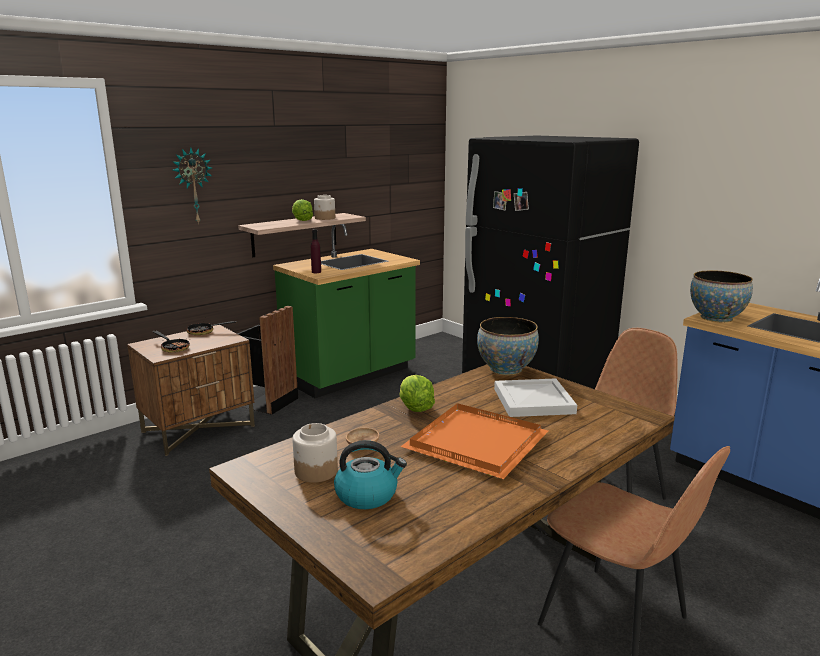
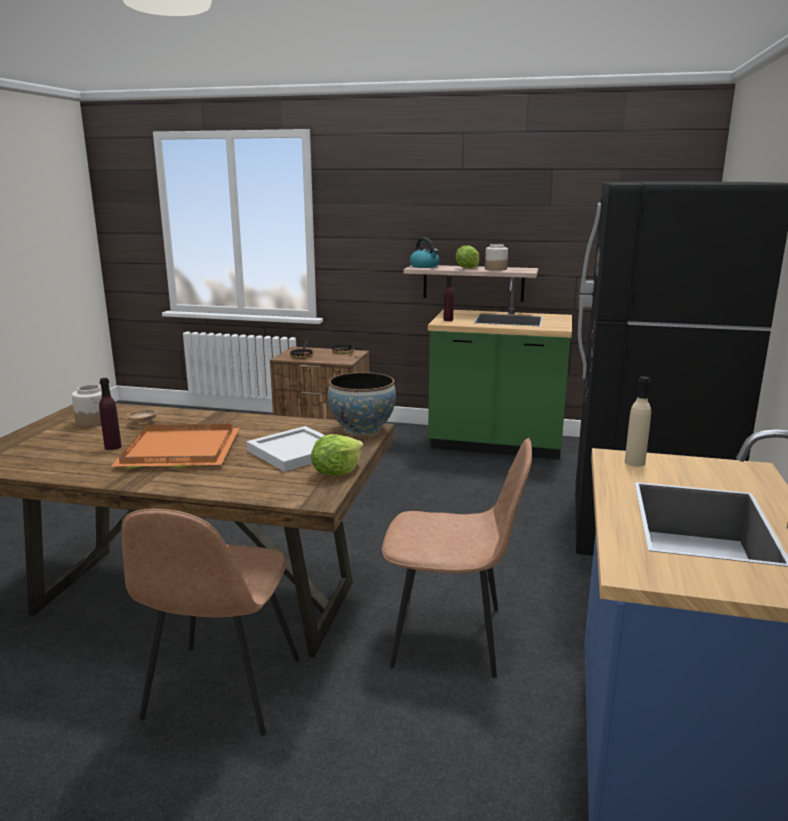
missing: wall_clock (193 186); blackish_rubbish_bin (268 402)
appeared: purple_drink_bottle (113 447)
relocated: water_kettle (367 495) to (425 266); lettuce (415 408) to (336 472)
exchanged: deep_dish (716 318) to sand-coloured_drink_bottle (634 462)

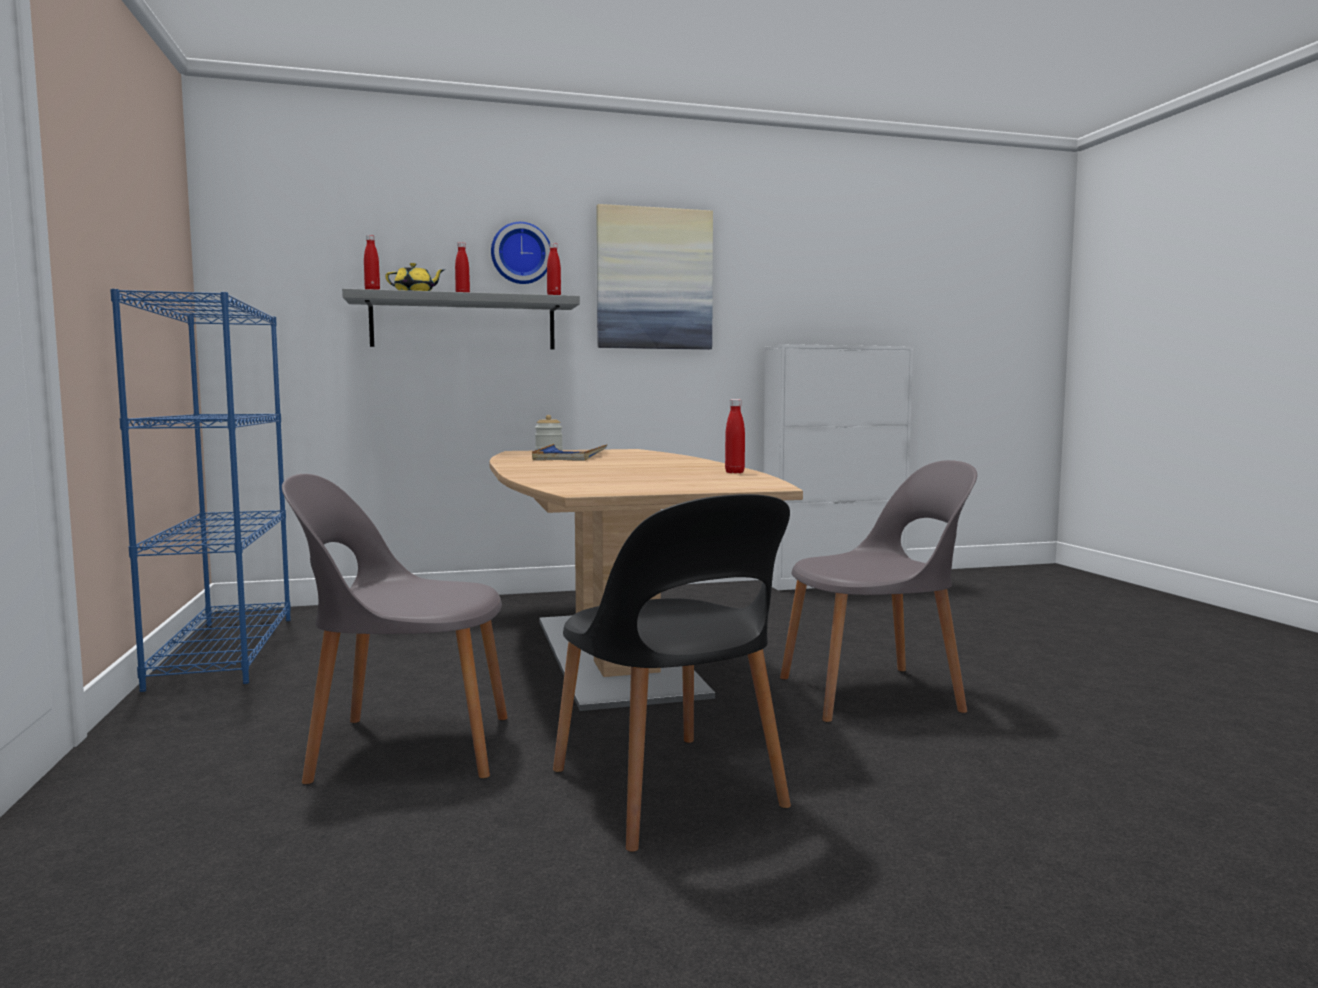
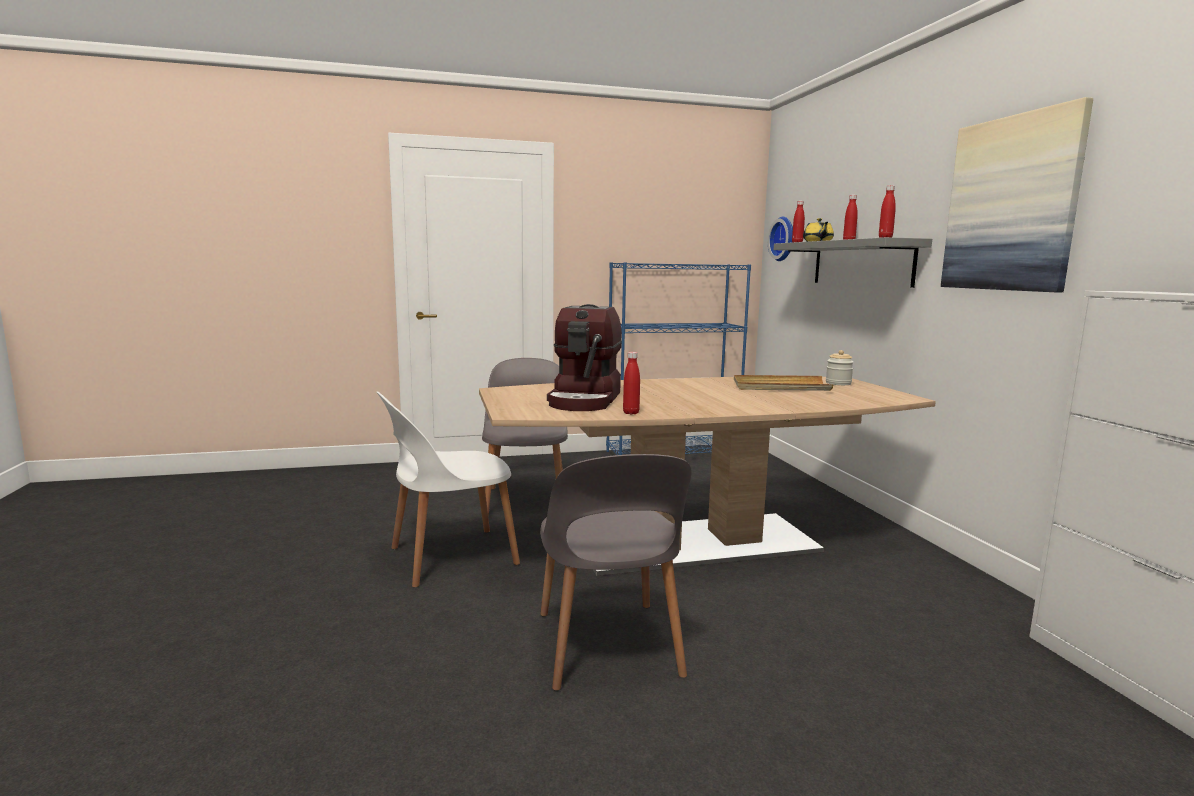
appeared: coffee_machine (585 400)
relocated: wall_clock (521 253) to (784 239)
colour: bluish_carrying_tray (569 457) to sand-coloured_carrying_tray (780 387); blackish_plain_chair (668 792) to whitish_plain_chair (449 557)

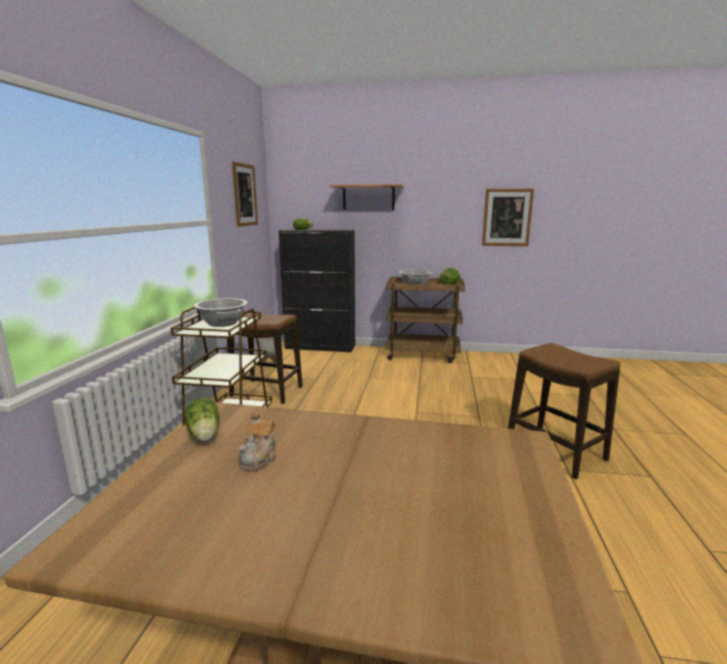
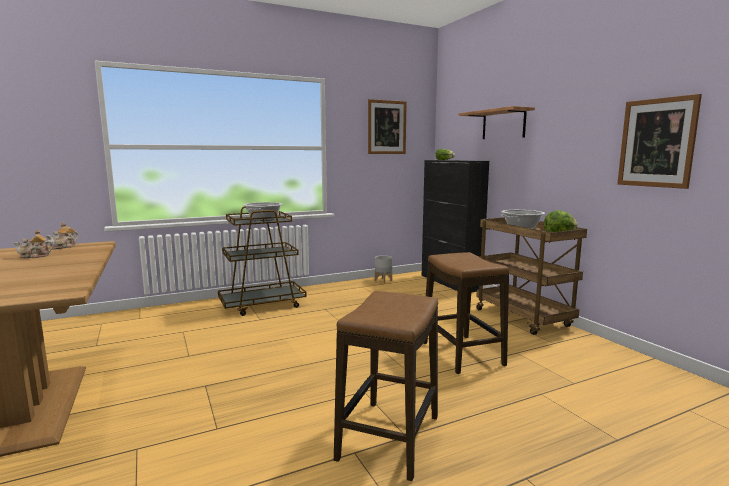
relocated: stool (266 392) to (462 354)
exchanged: lettuce (204 435) to pot_for_tea (64 247)

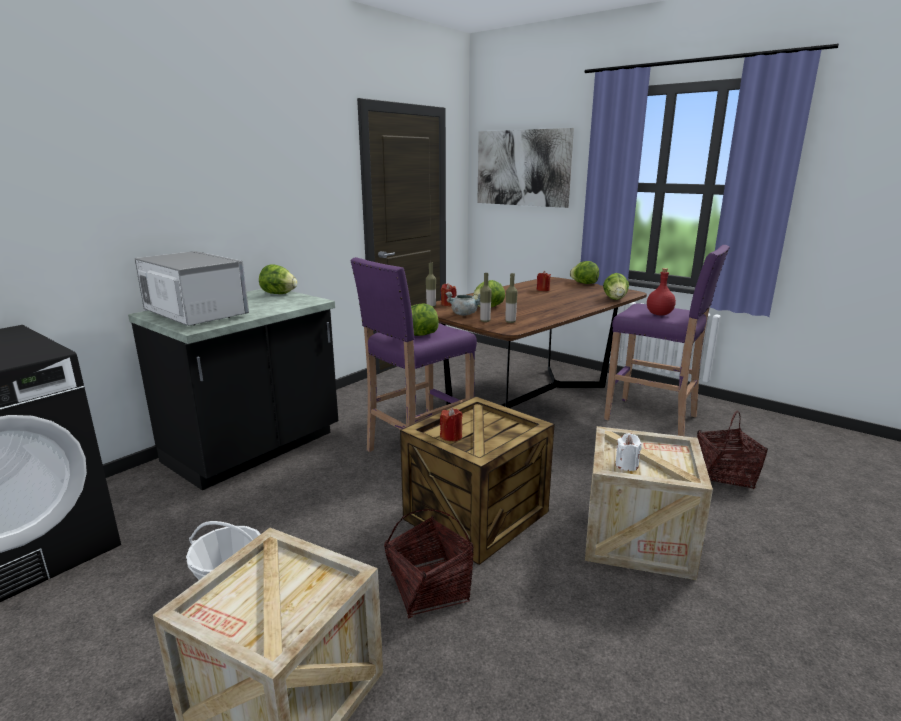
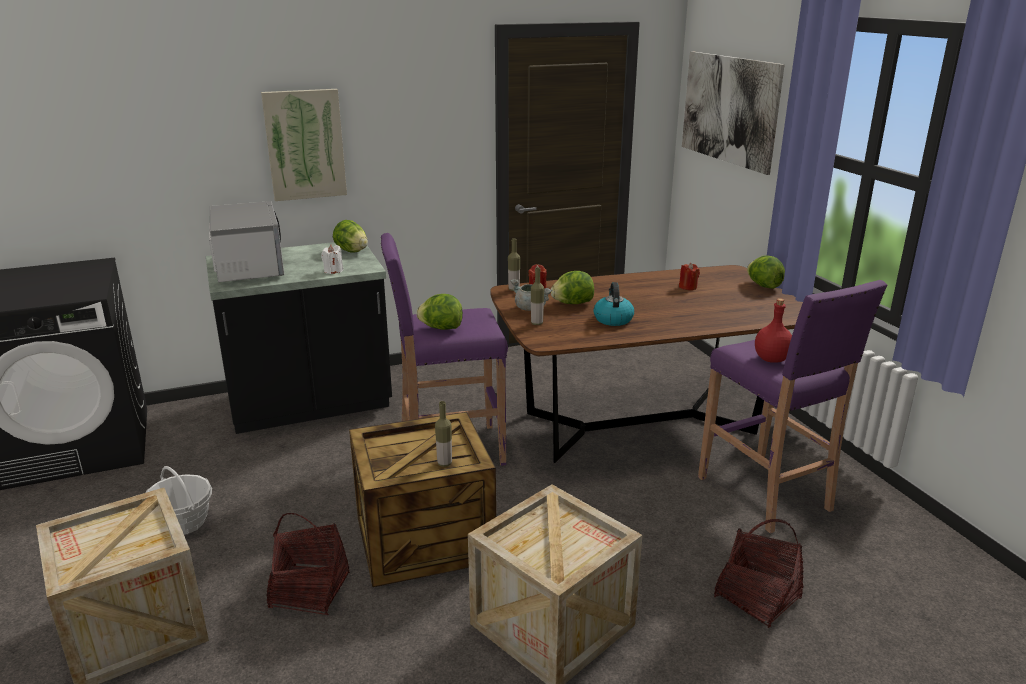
missing: reddish_wax_light (451 436); lettuce (615 299)
appeared: picture (305 144); water_kettle (613 319)
relocated: drink_bottle (510 322) to (444 463); whitish_wax_light (626 465) to (333 271)

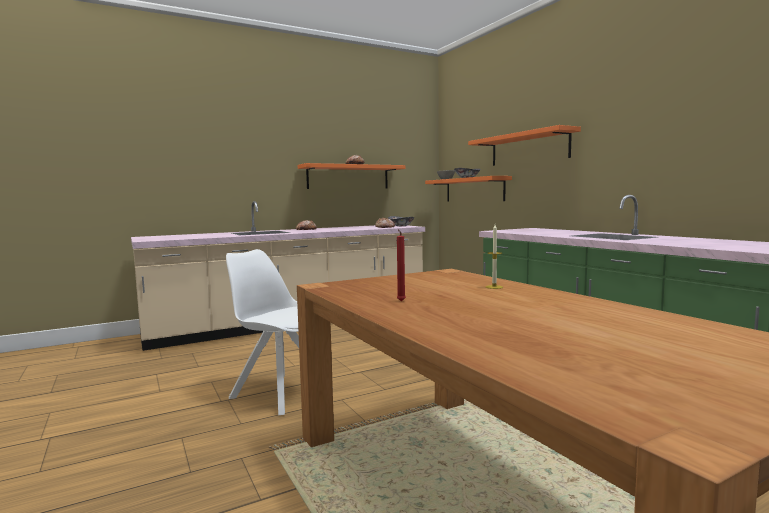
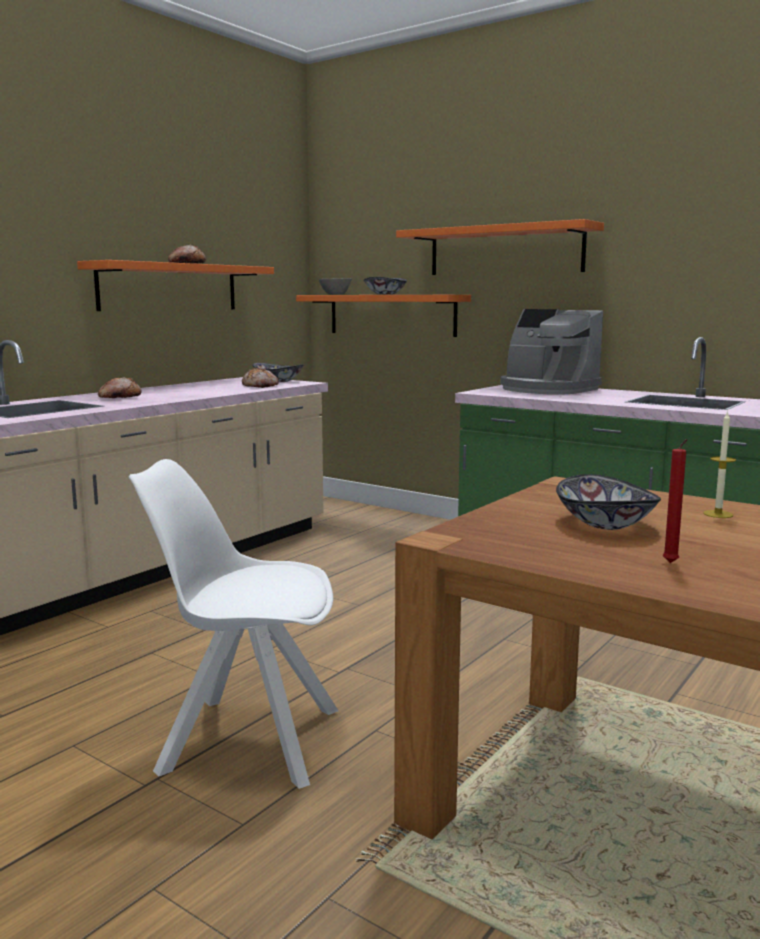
appeared: coffee_machine (547 389); deep_dish (603 524)

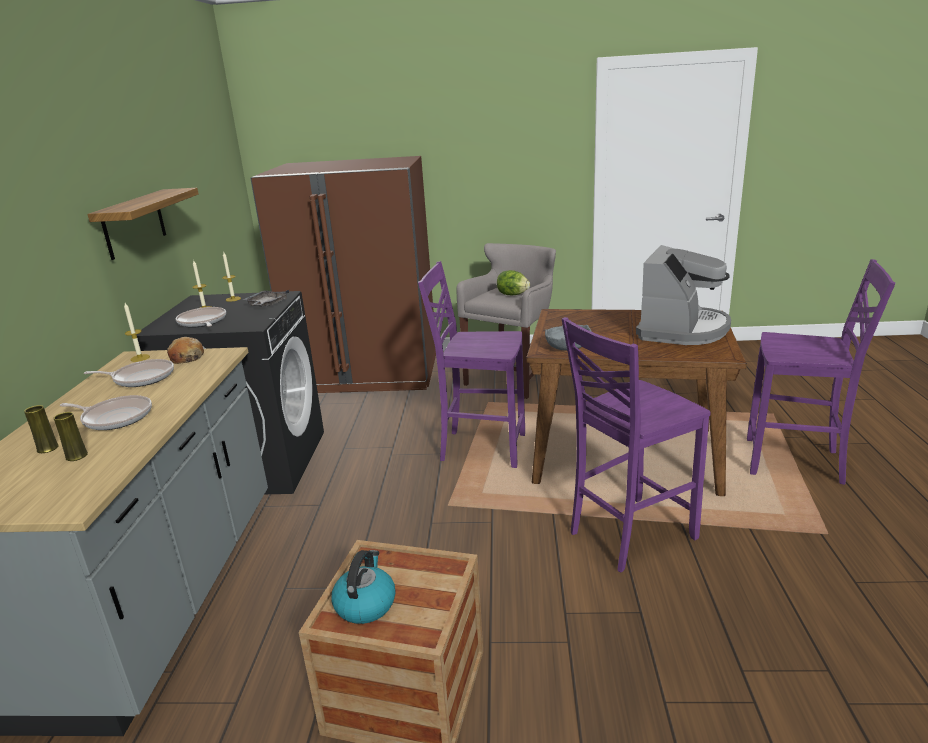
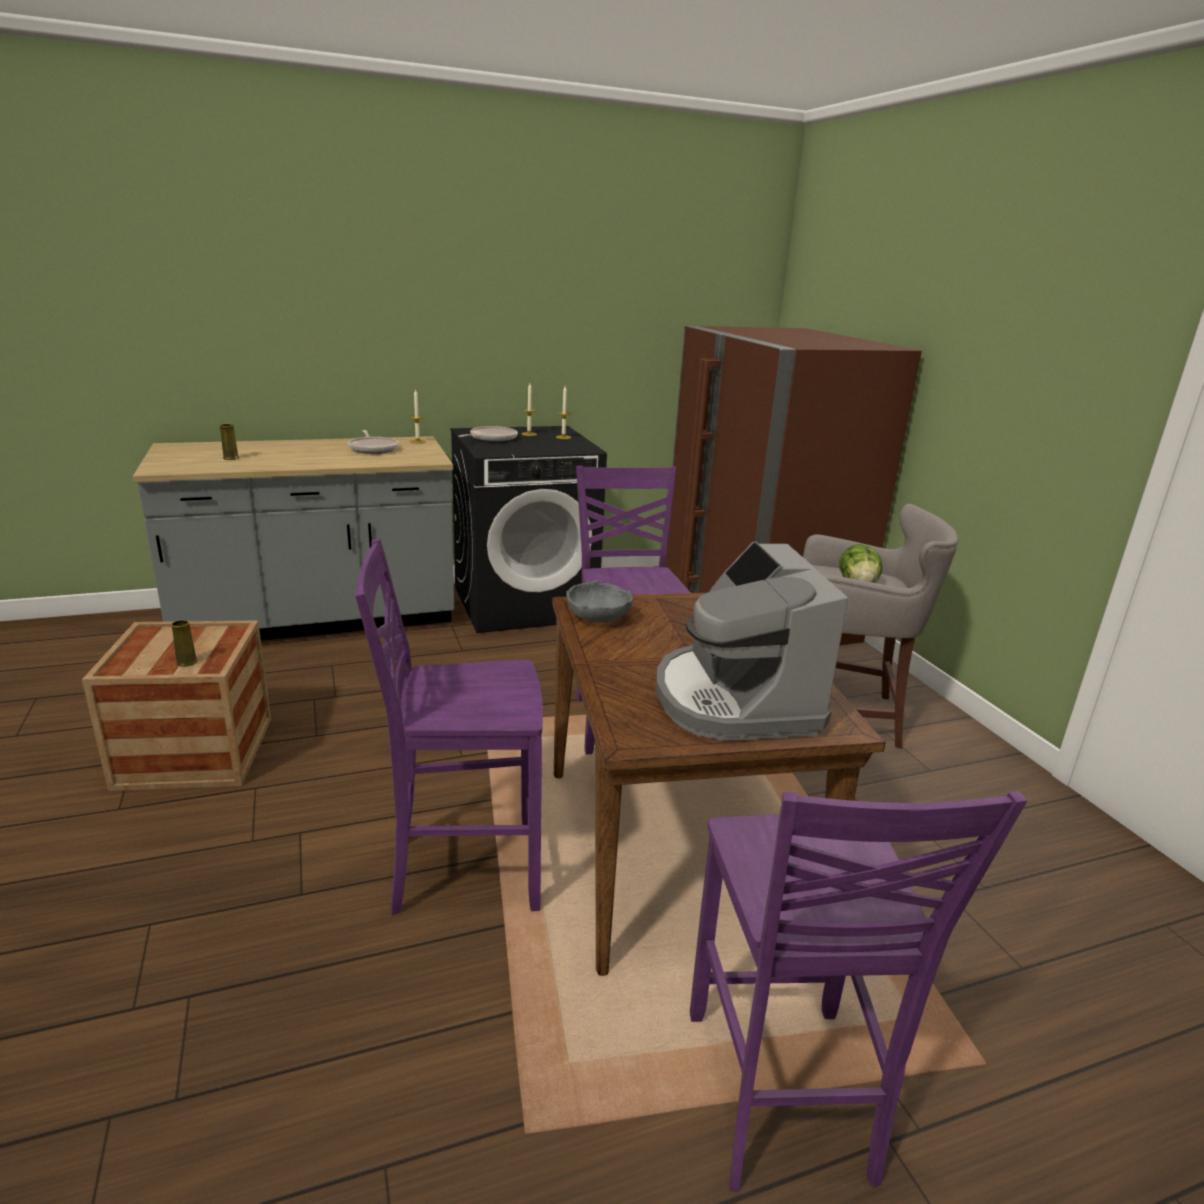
missing: frying_pan (115 417); wall_shelf (134 223); bakery_bread (186 357); greyish_carrying_tray (266 304); water_kettle (365 604)
relocated: yellow_flower_vase (48 448) to (187 662)
spun: purple_plain_chair (628 535) = (462 870) 45 degrees counterclockwise; coffee_machine (682 330) = (735 699) 75 degrees clockwise

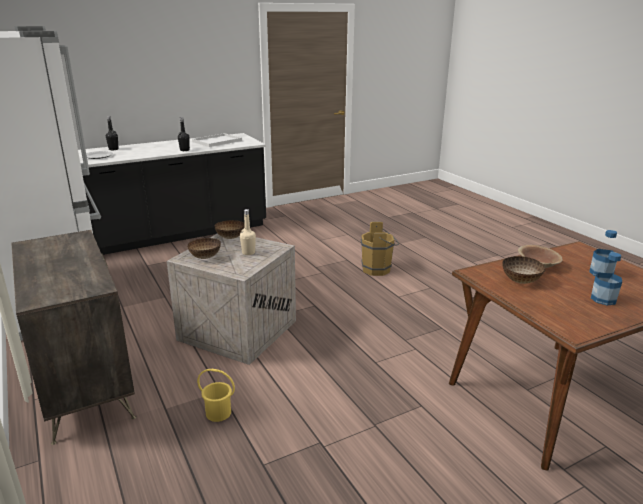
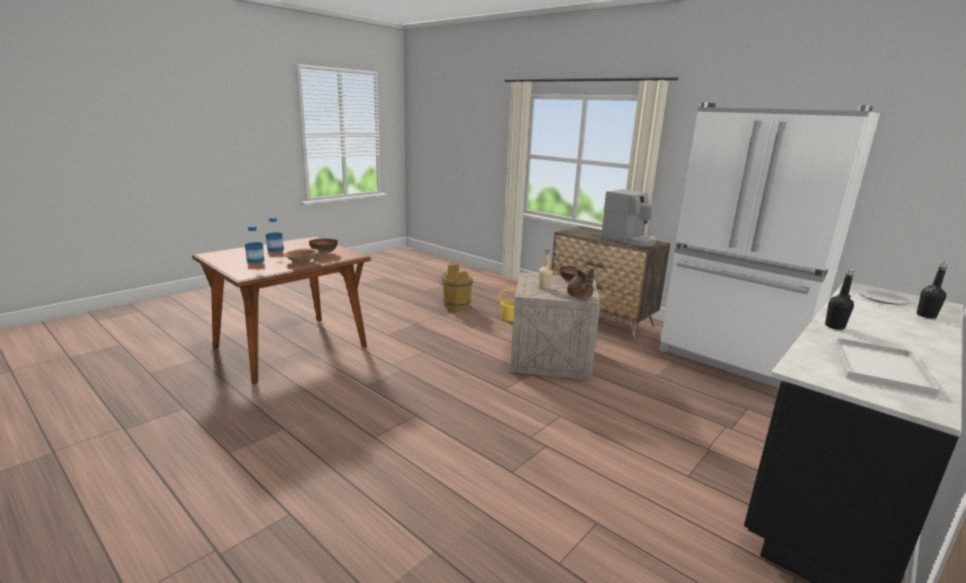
appeared: coffee_machine (629 240)
relocated: brown_water_bucket (378 269) to (454 306)
exchanged: deep_dish (231 237) to brown_pot_for_tea (579 297)

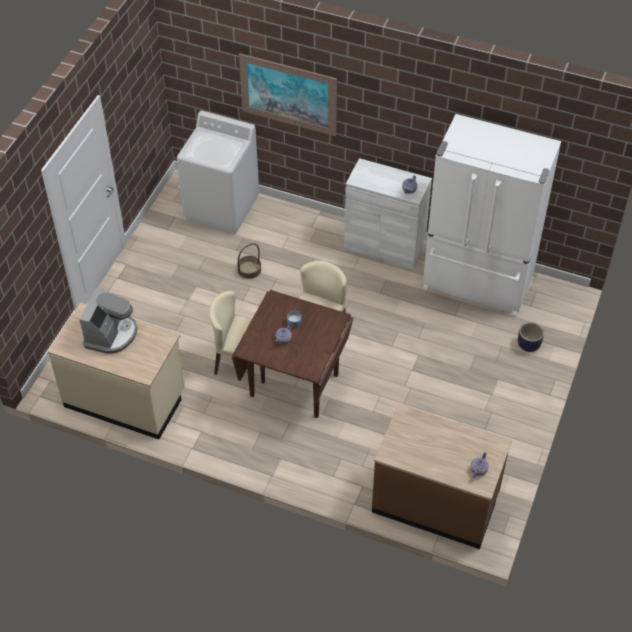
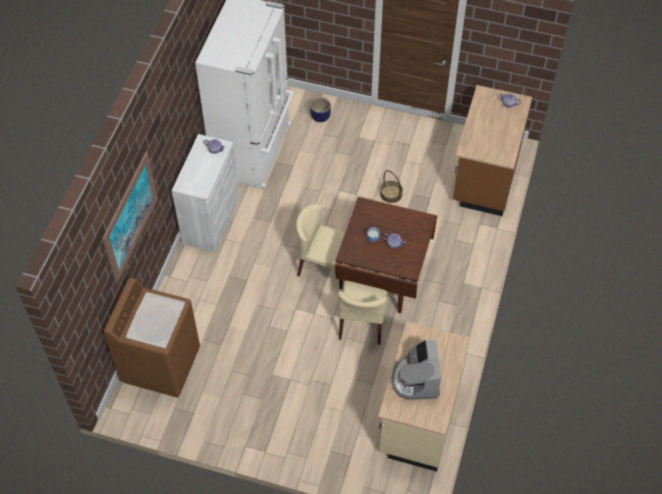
relocated: storage_basket (249 270) to (391 194)
colour: whitish_laundry_appliance (222 208) to brown_laundry_appliance (161 364)
spun: coffee_machine (111 334) = (416 379) 105 degrees counterclockwise

